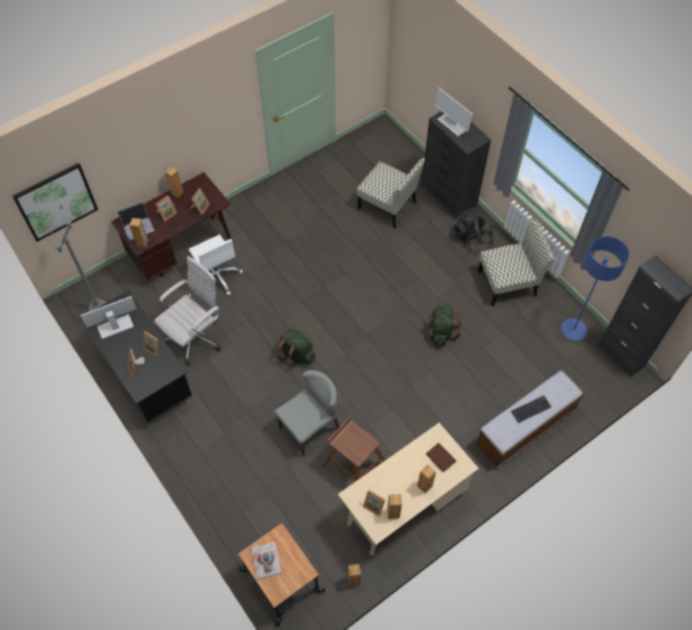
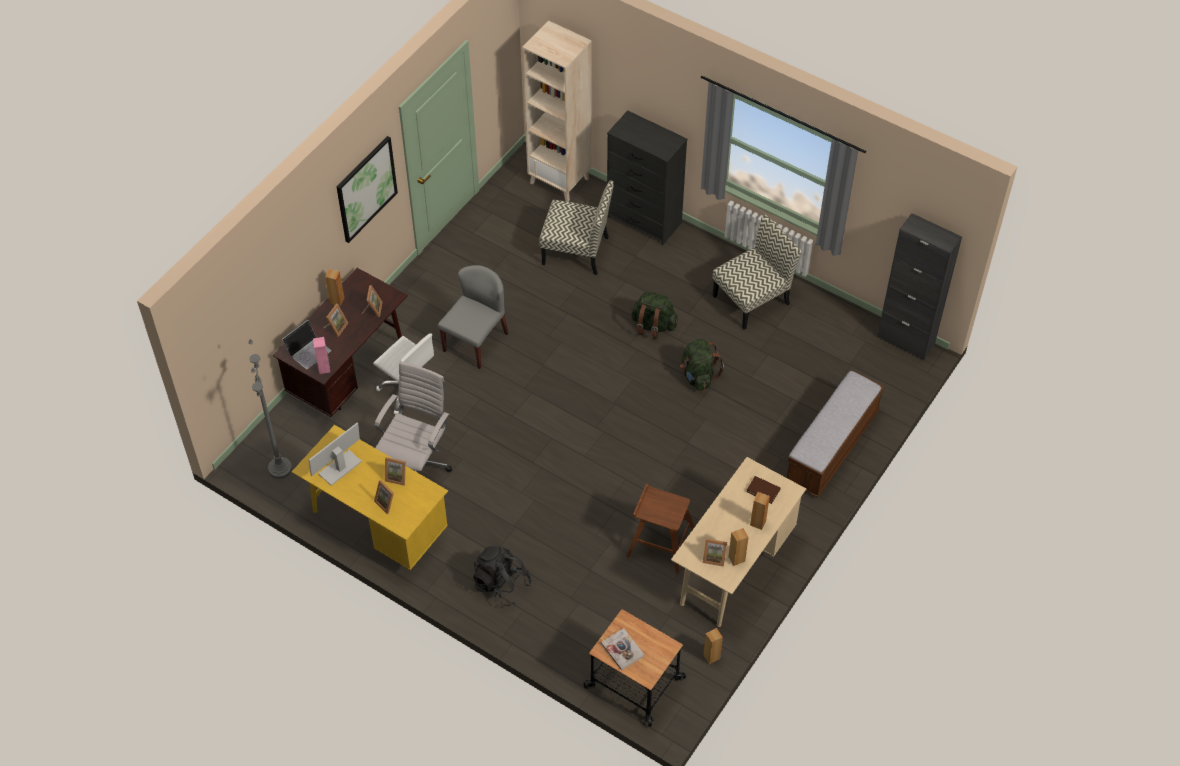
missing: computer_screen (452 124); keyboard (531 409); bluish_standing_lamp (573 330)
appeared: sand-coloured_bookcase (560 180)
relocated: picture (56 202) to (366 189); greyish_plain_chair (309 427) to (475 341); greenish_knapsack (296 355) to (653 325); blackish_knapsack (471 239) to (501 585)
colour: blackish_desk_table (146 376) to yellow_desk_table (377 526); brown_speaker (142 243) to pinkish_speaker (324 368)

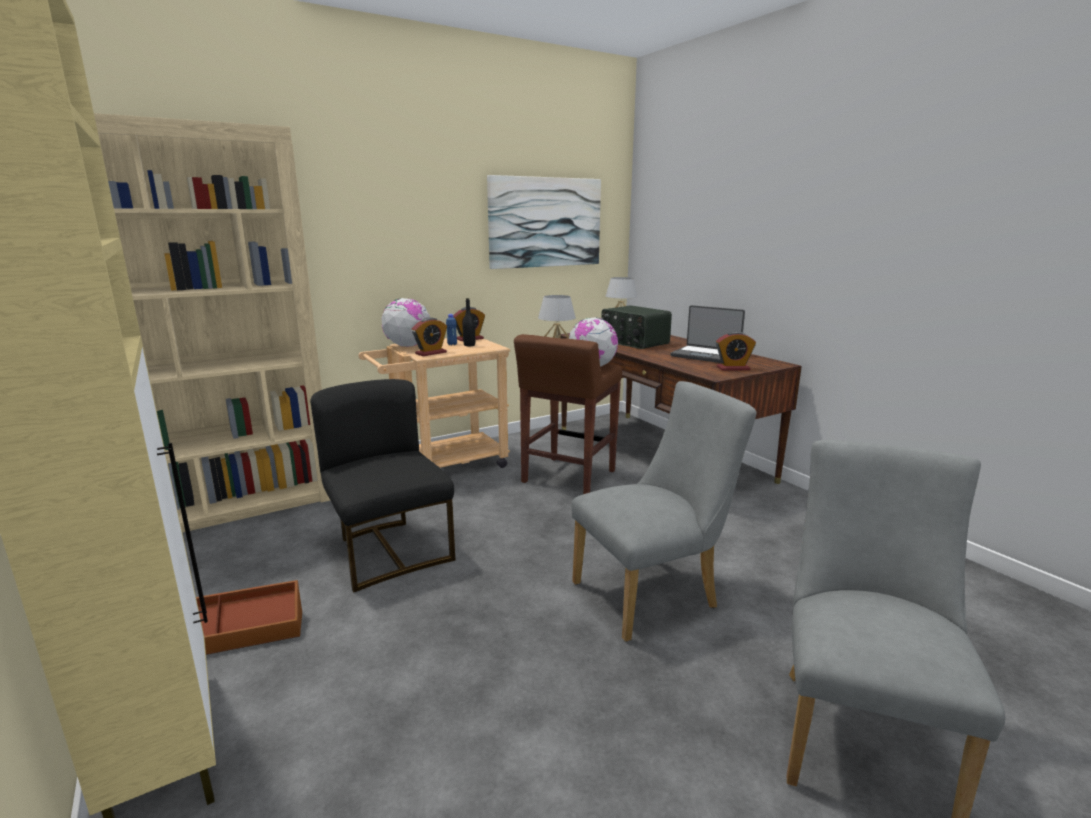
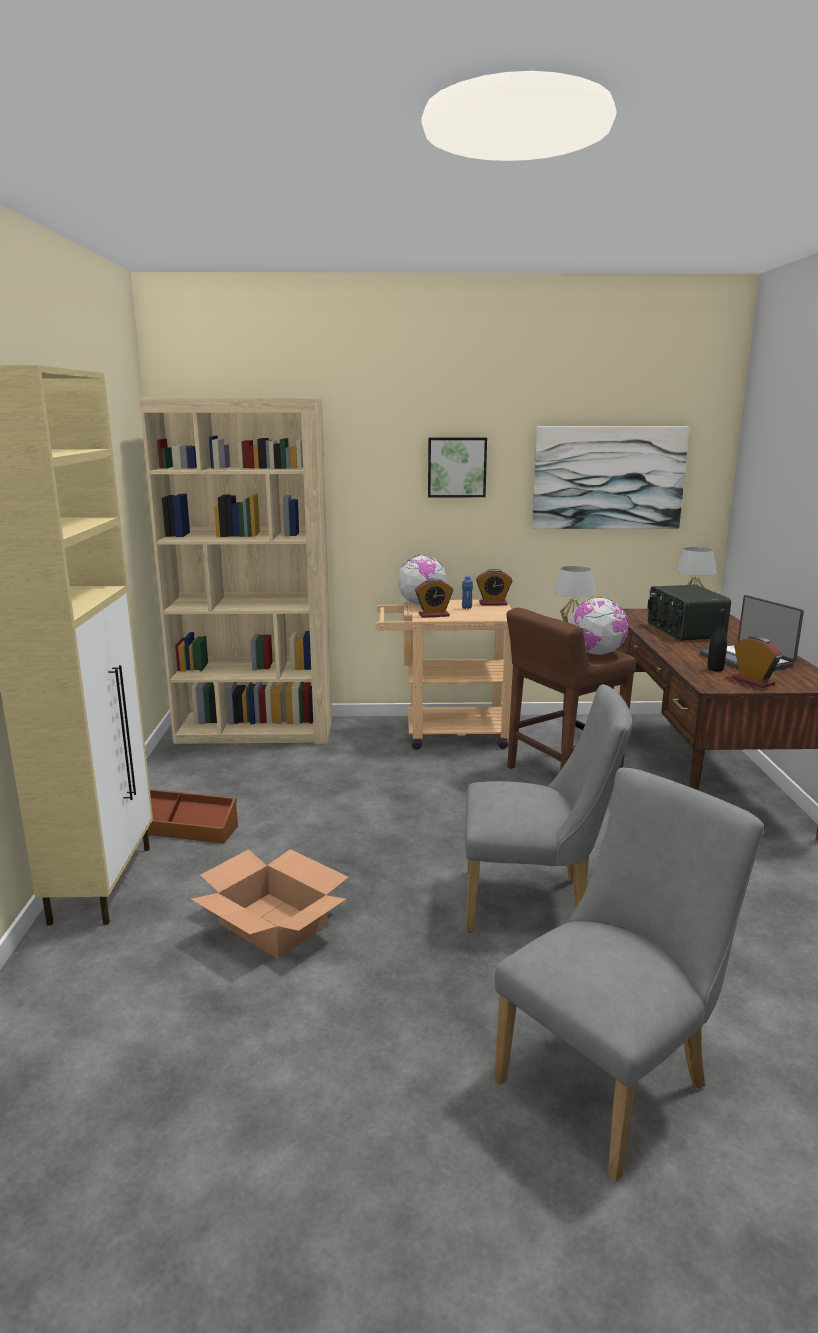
missing: blackish_plain_chair (390 551)
appeared: packing_box (273 924); picture (456 467)
relocated: blackish_drink_bottle (469 345) to (715 669)
spun: alarm_clock (733 368) = (753 681) 150 degrees counterclockwise

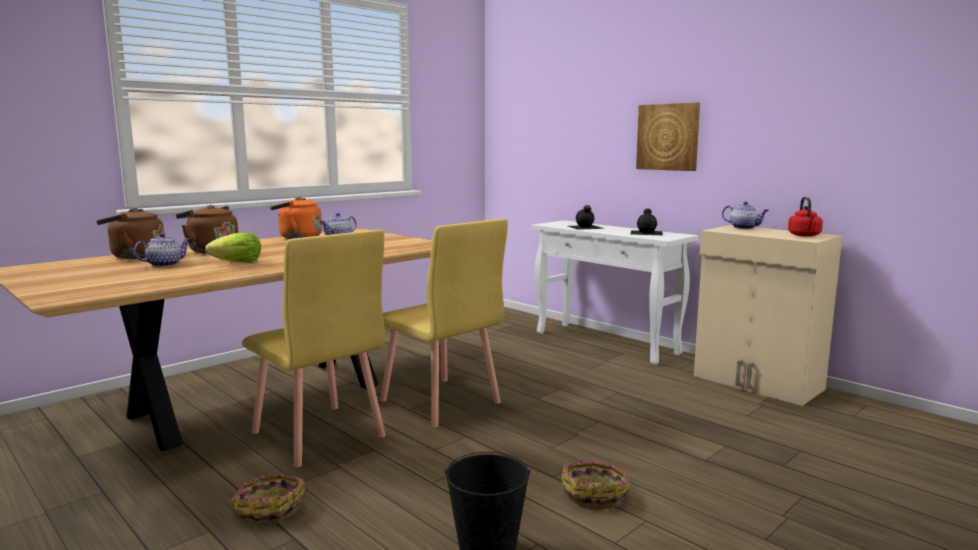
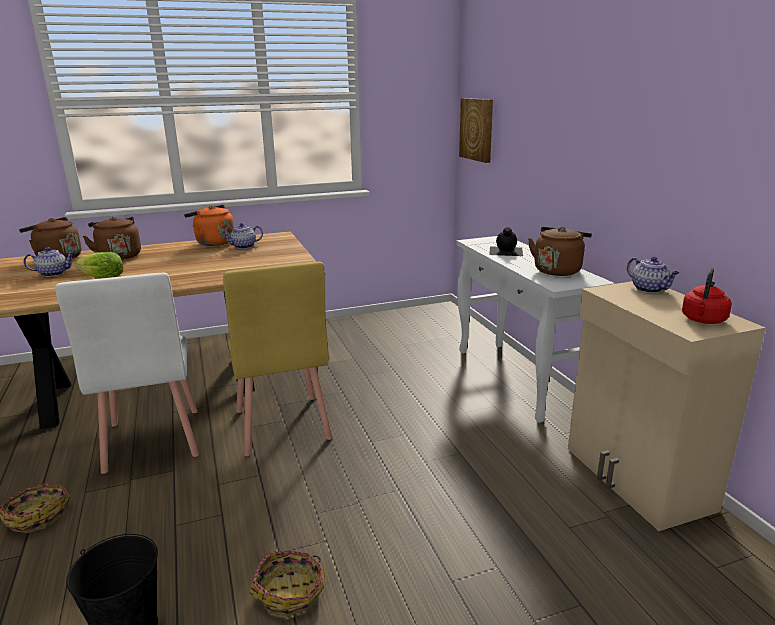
relocated: picture (668 137) to (477 129)
exchanged: blackish_drink_bottle (647 232) to brown_water_kettle (558 270)
colour: yellow_plain_chair (318 435) to whitish_plain_chair (152 440)

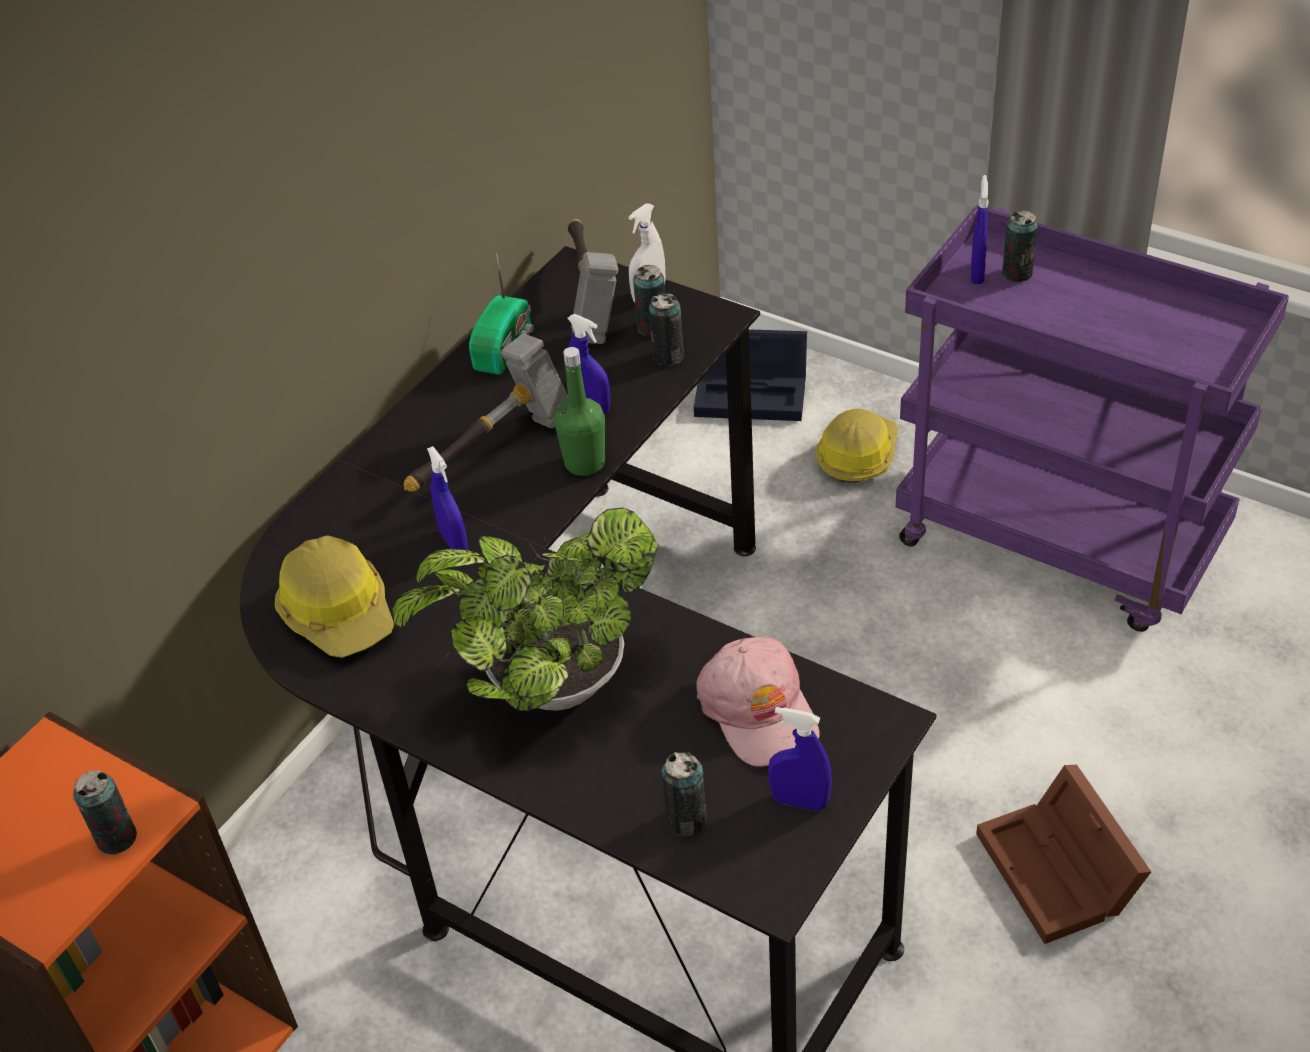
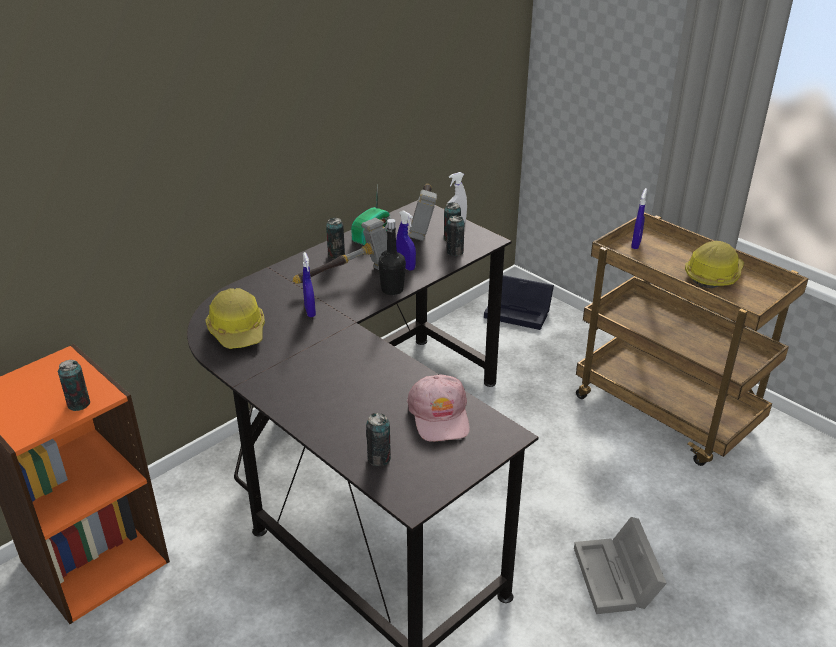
missing: potted_plant (547 687); bluish_sprayer (799 801)
relocated: hard_hat (857 455) to (713 275); metal_can (1017 273) to (336 254)
colour: greenish_drink_bottle (584 463) to blackish_drink_bottle (392 289); purple_trolley (1062 541) to brown_trolley (667 412); brown_storage_container (1061 872) to greyish_storage_container (617 579)

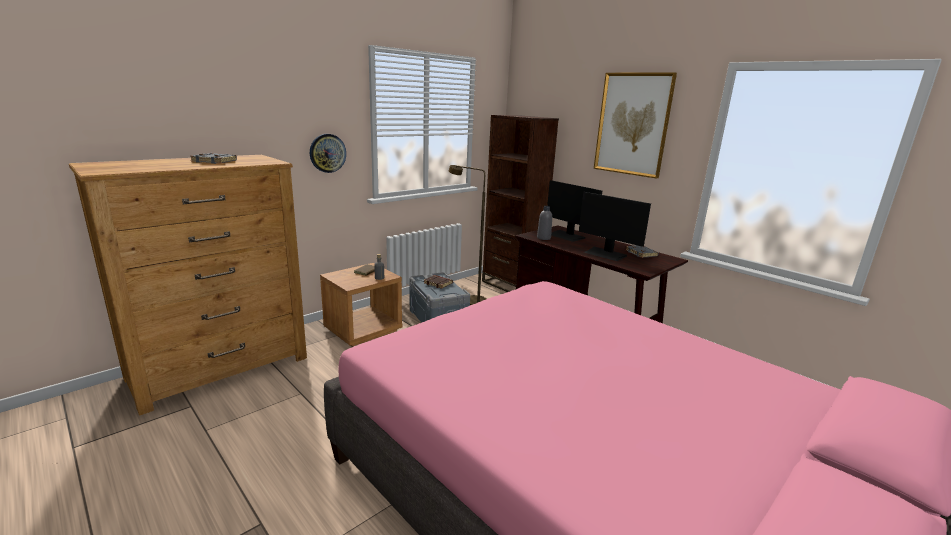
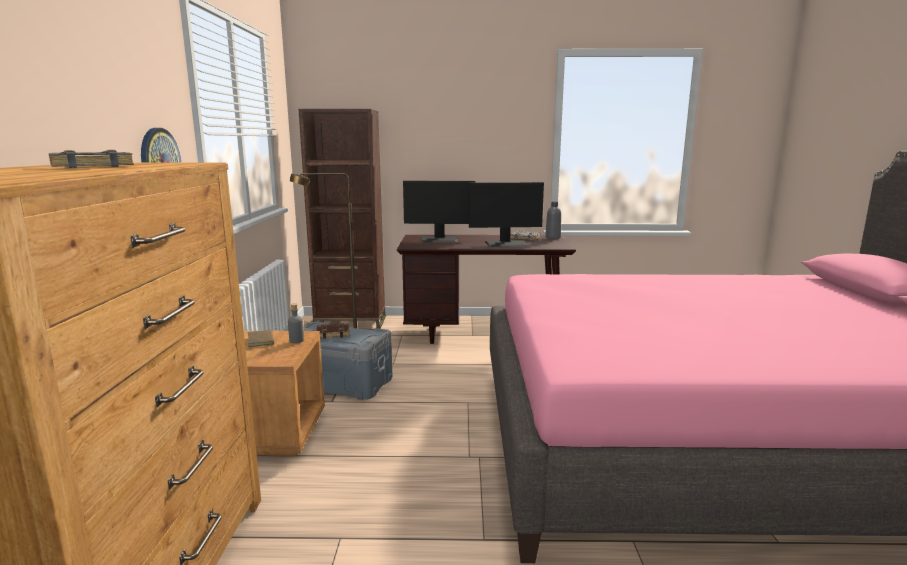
missing: picture (632 124)
relocated: greyish_drink_bottle (543 238) to (553 237)

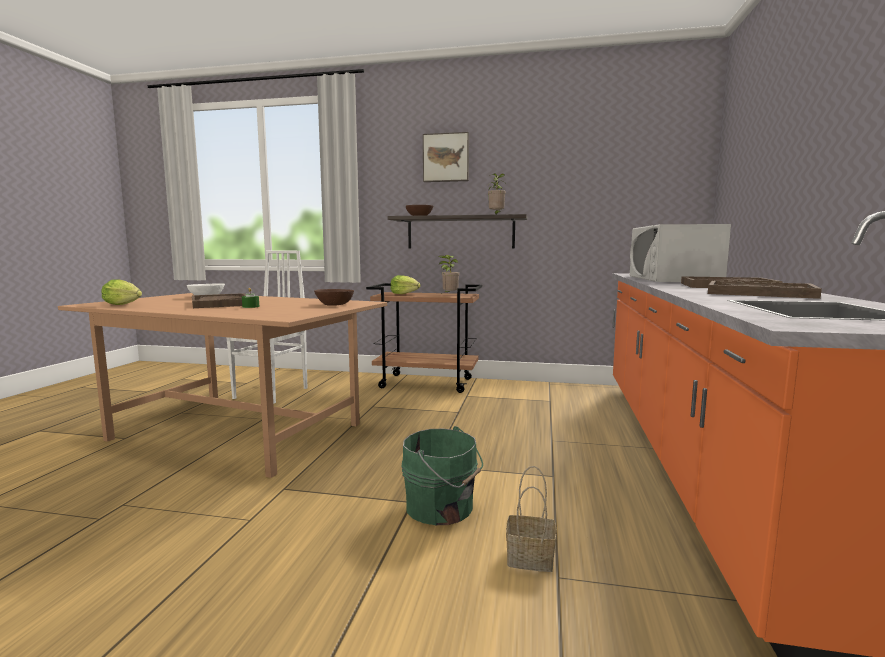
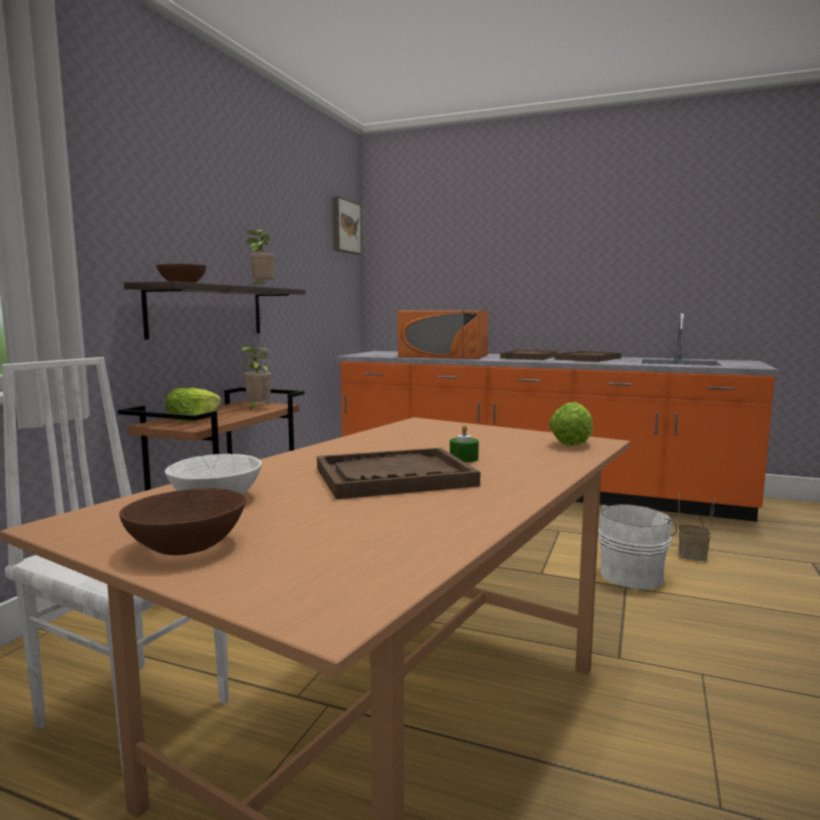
relocated: lettuce (124 305) to (572 442); brown_deep_dish (334 304) to (188 546); picture (446 158) to (344 226)
colour: greenish_water_bucket (442 508) to whitish_water_bucket (633 574); whitish_microwave (673 279) to orange_microwave (444 356)

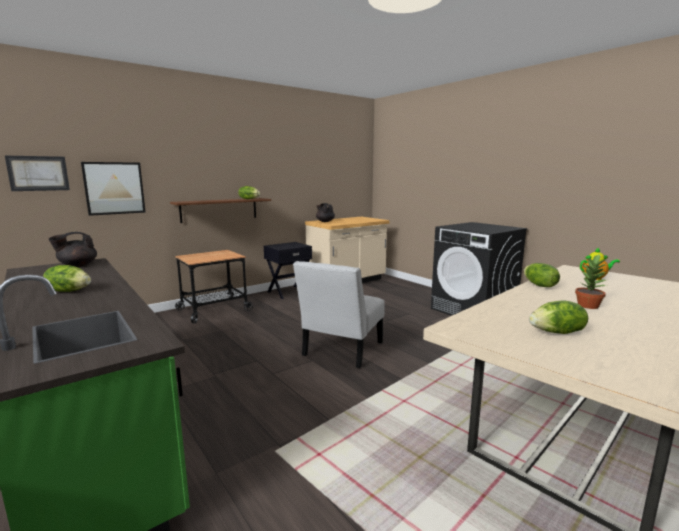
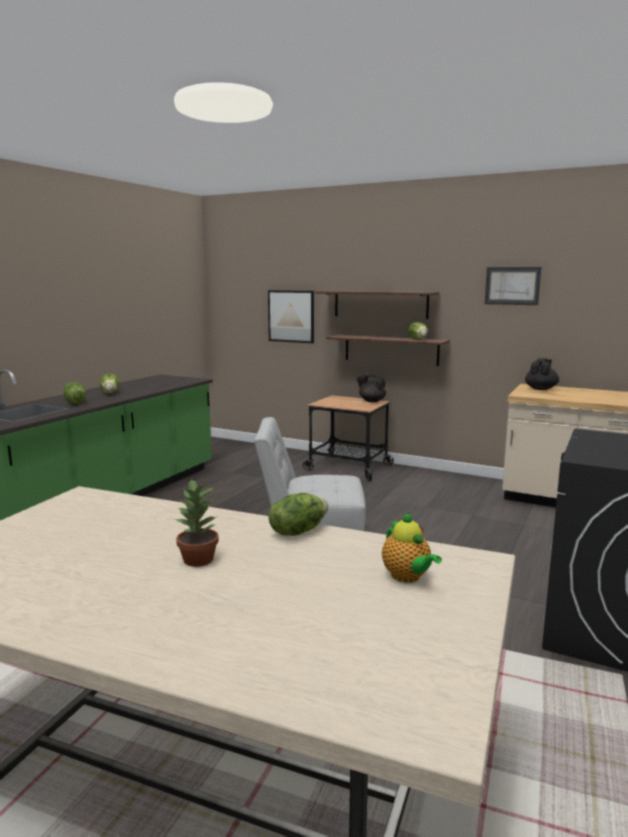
missing: blackish_nightstand (288 292)
appeared: brown_wall_shelf (380 304)
relocated: picture (38 173) to (512 286); blackish_pot_for_tea (77 265) to (371 401); lettuce (557 332) to (74 403)

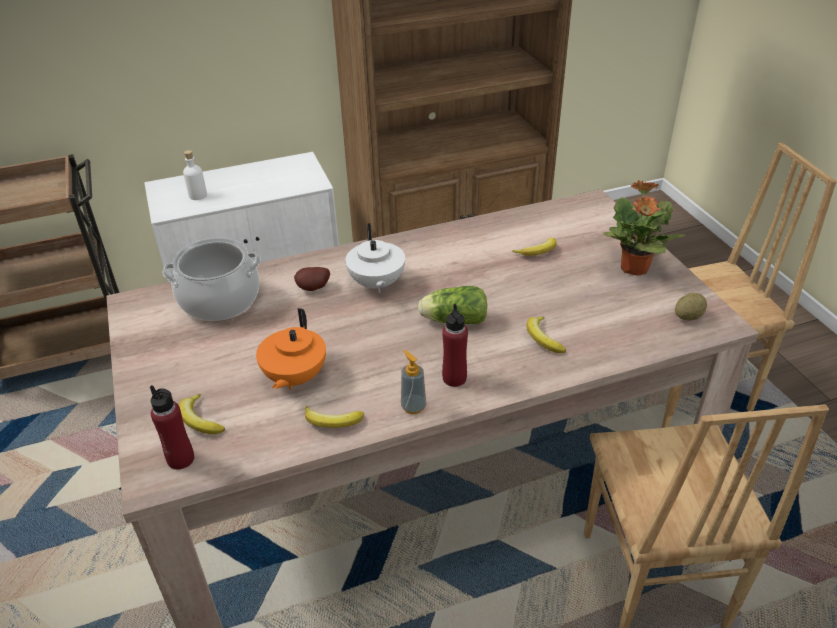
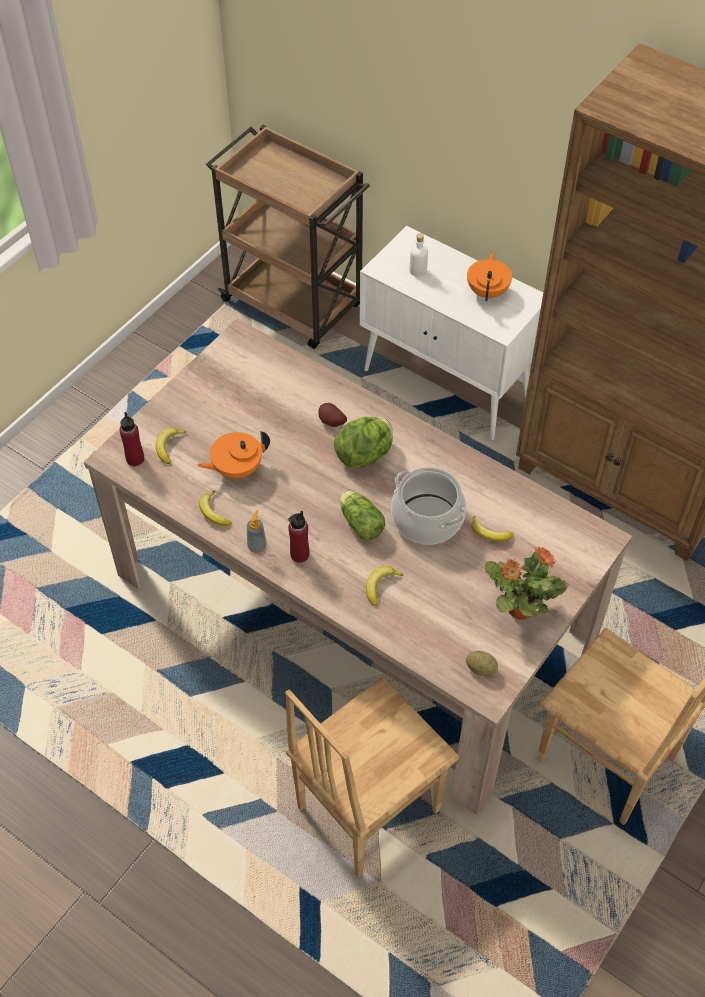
appeared: orange_pot_for_tea (488 291)
relocated: cooking_pot (219 300) to (427 519)
exchanged: whitish_pot_for_tea (376 284) to lettuce (365 455)

